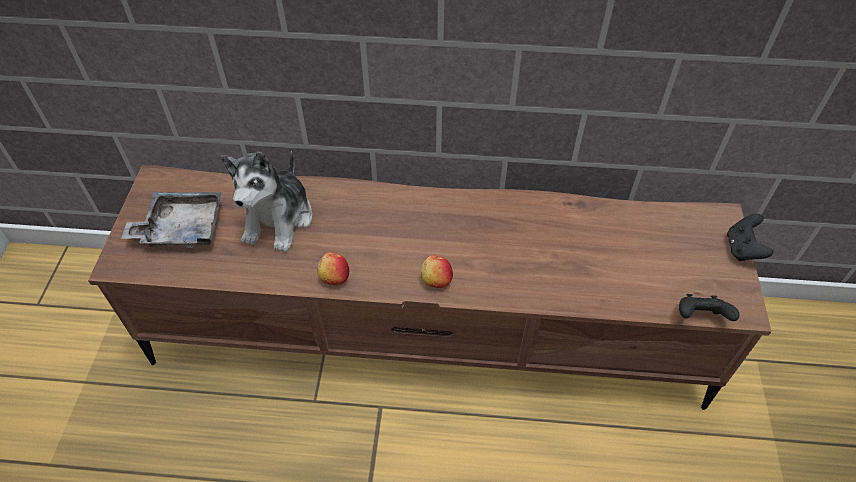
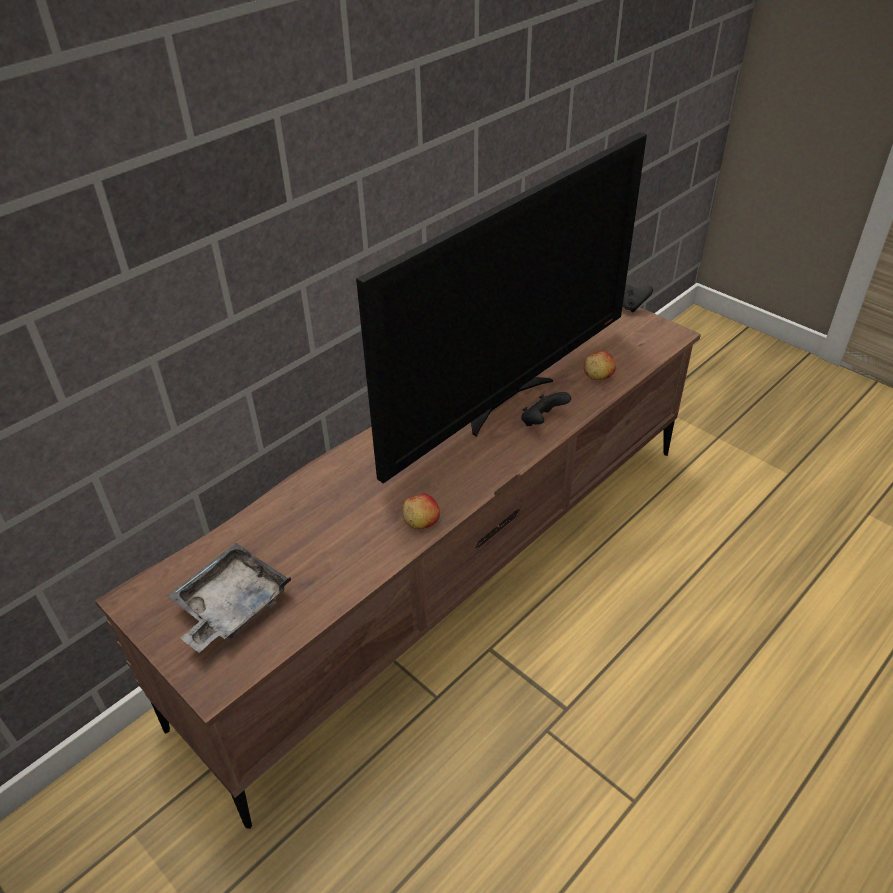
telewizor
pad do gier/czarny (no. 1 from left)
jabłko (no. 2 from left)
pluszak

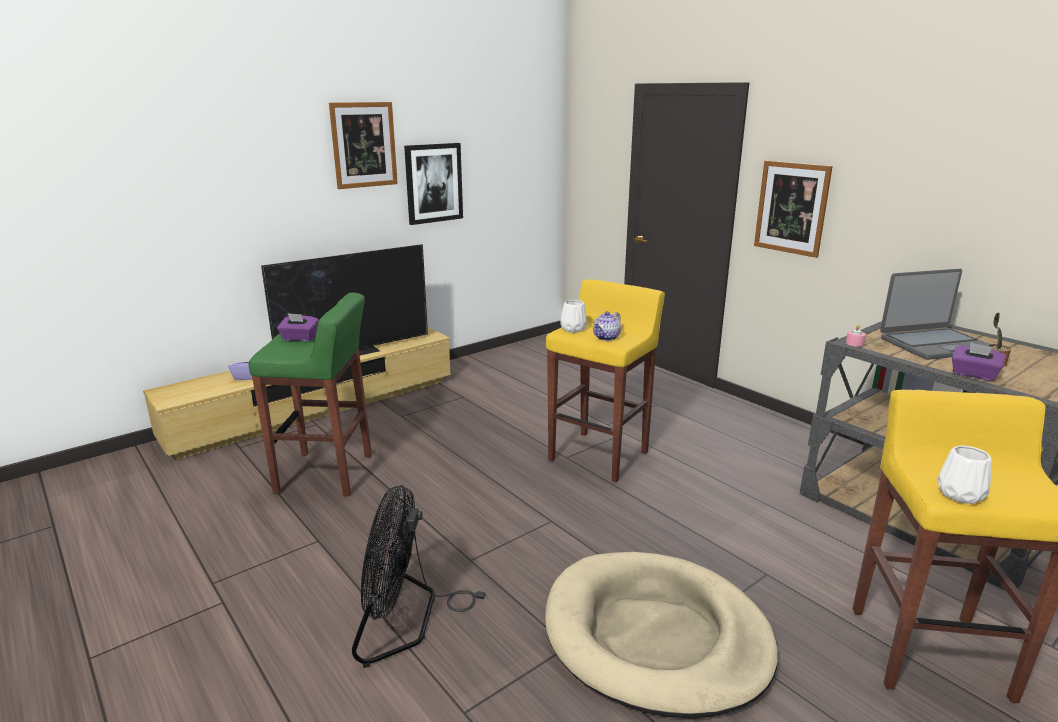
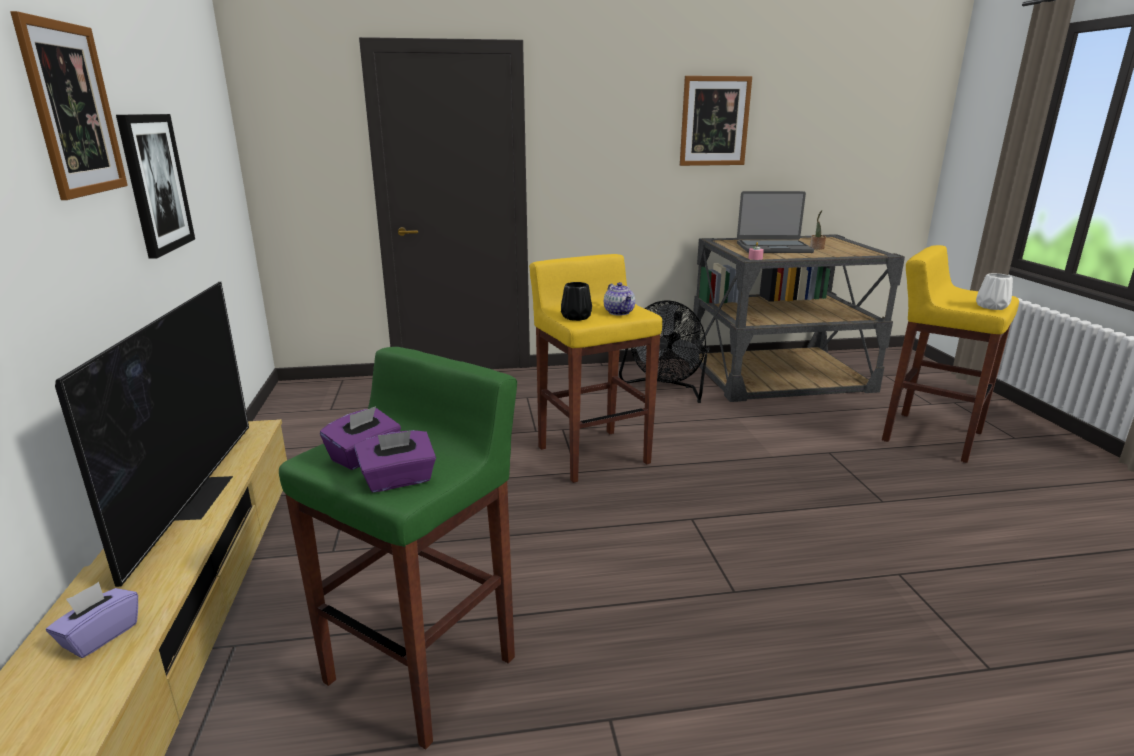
pudełko chusteczek/fioletowy (no. 3 from left)
wazon/czarny
wentylator/czarny
obraz (no. 3 from left)
laptop
legowisko/beżowy

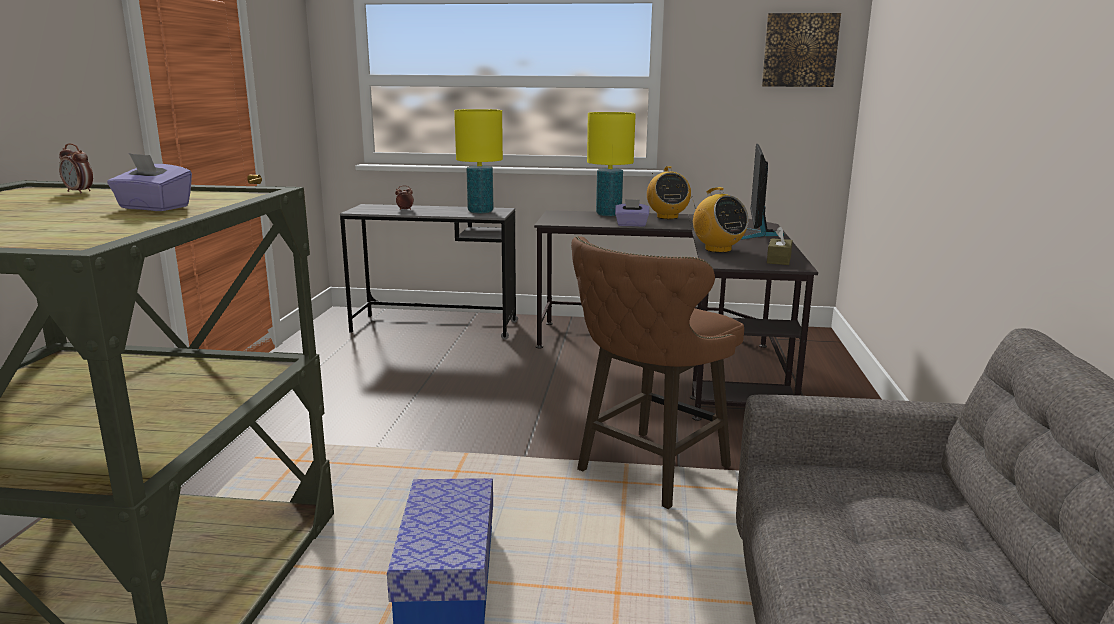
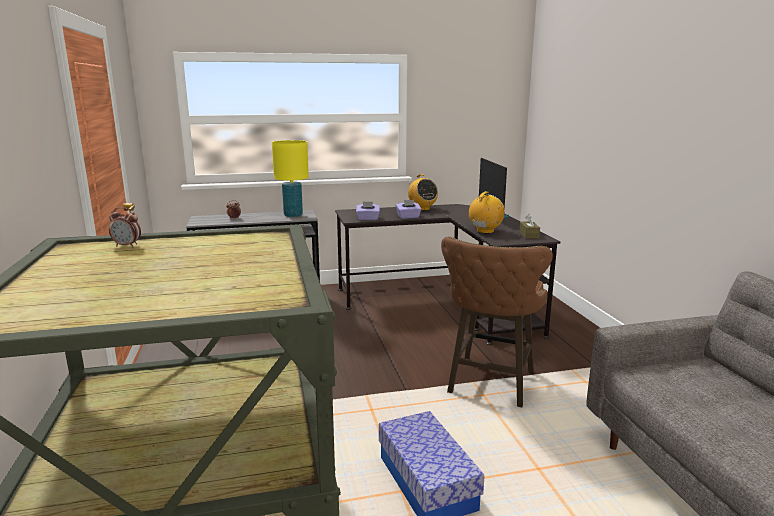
pudełko chusteczek/fioletowy (no. 1 from left)
radio (no. 2 from left)
lampa stołowa/żółty (no. 2 from left in the first image)
obraz

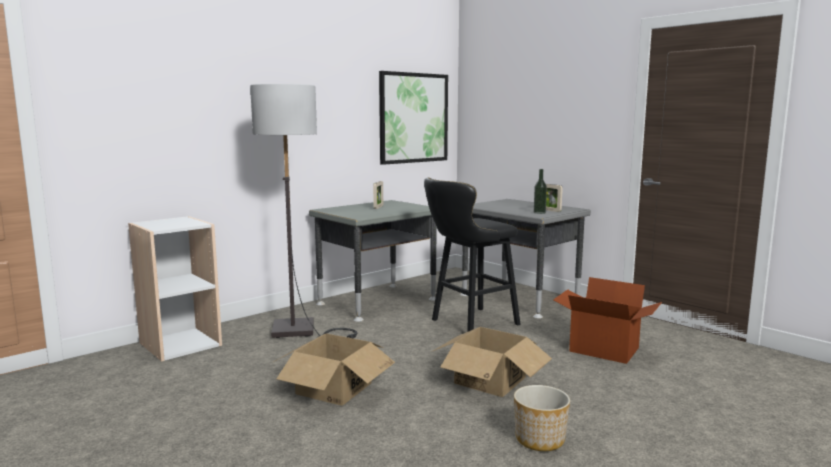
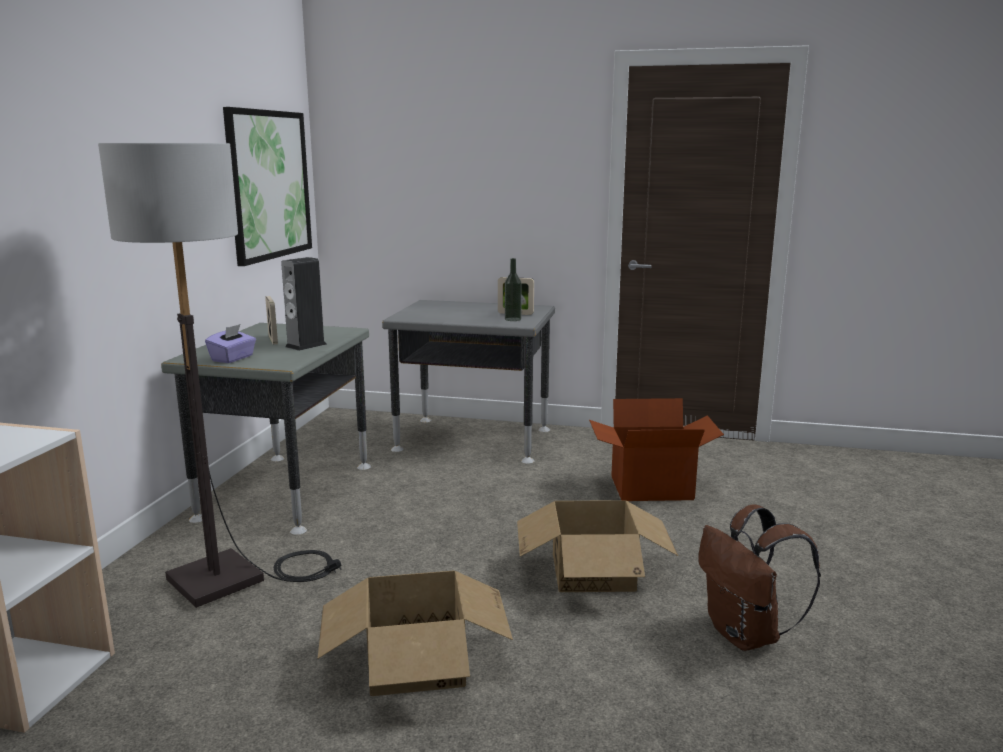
pudełko chusteczek/fioletowy
głośnik
plecak/brązowy
stołek/czarny

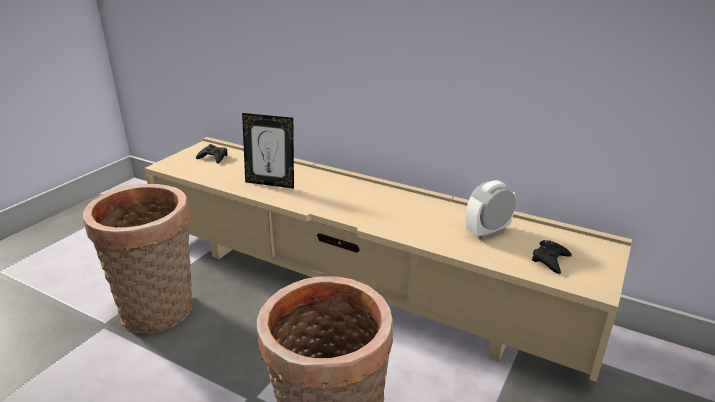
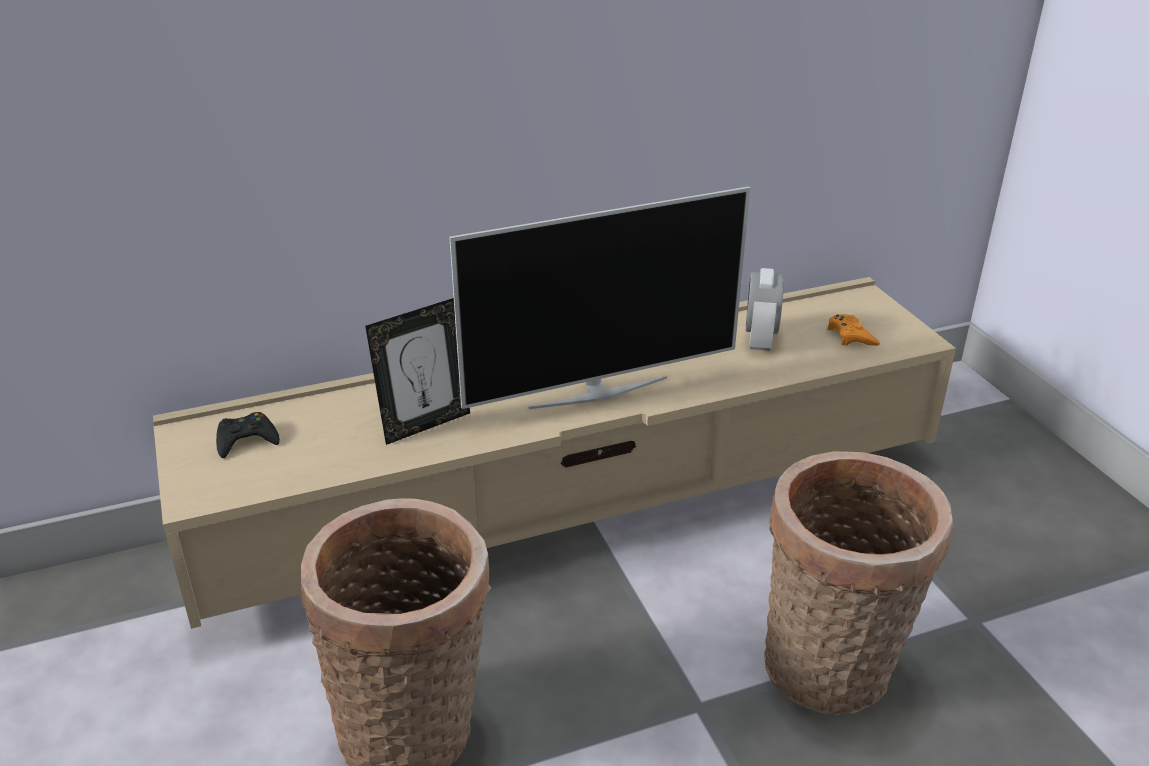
telewizor
pad do gier/pomarańczowy

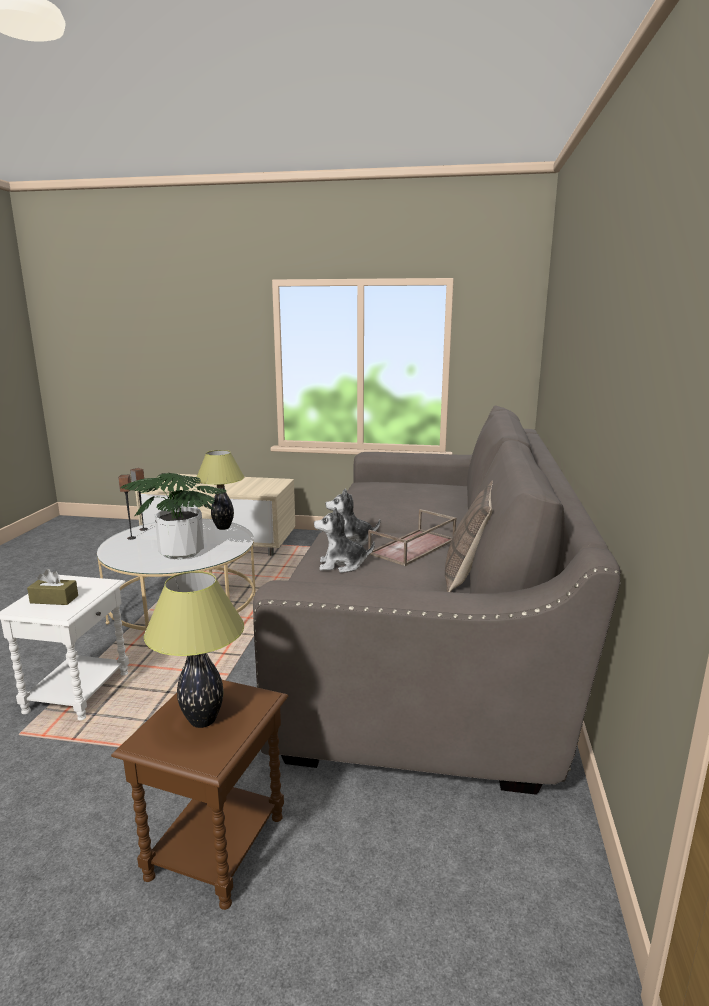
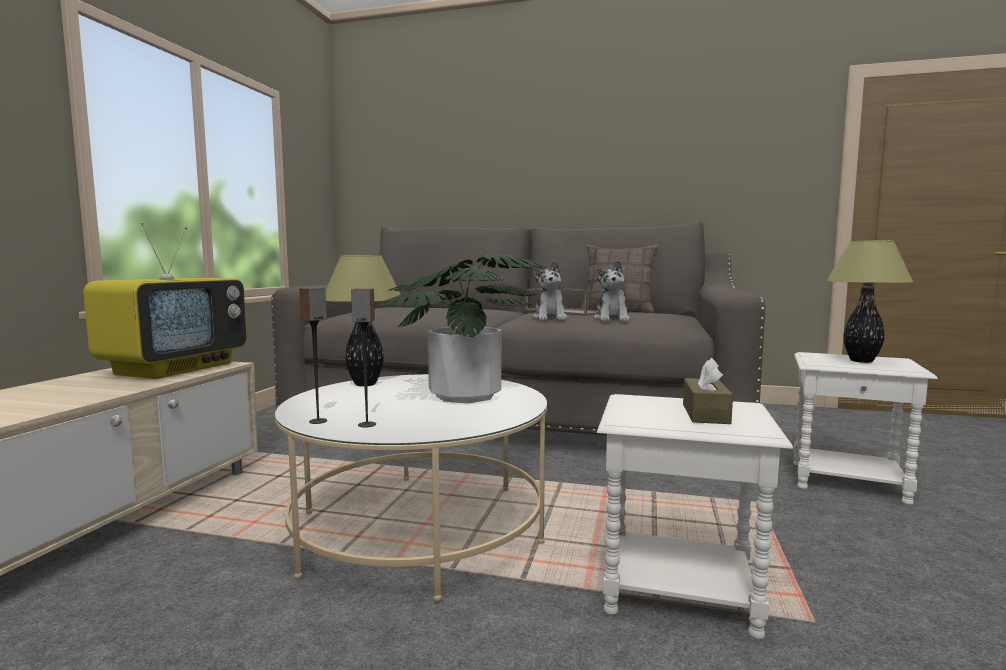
telewizor
stolik/biały (no. 2 from left)

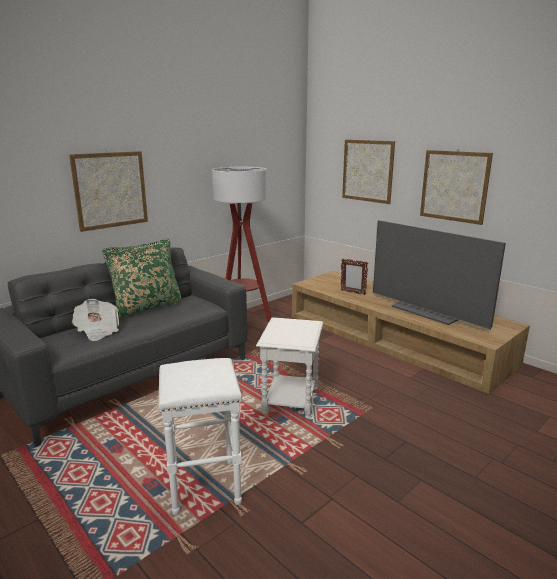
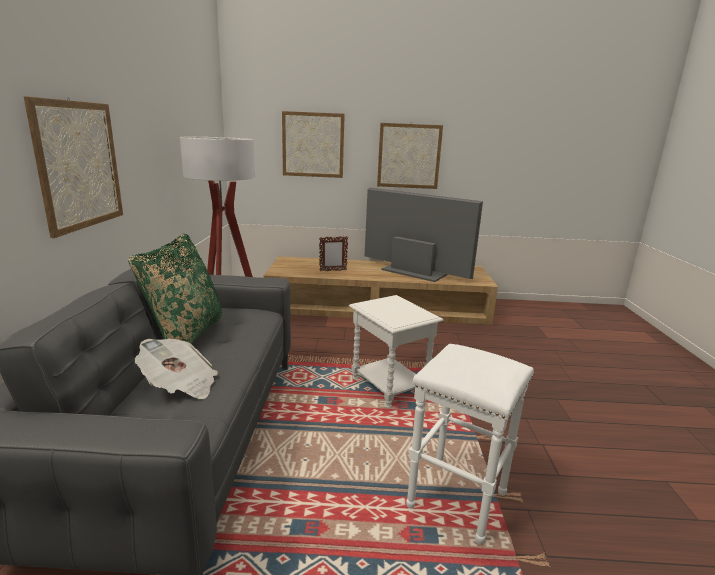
telewizor

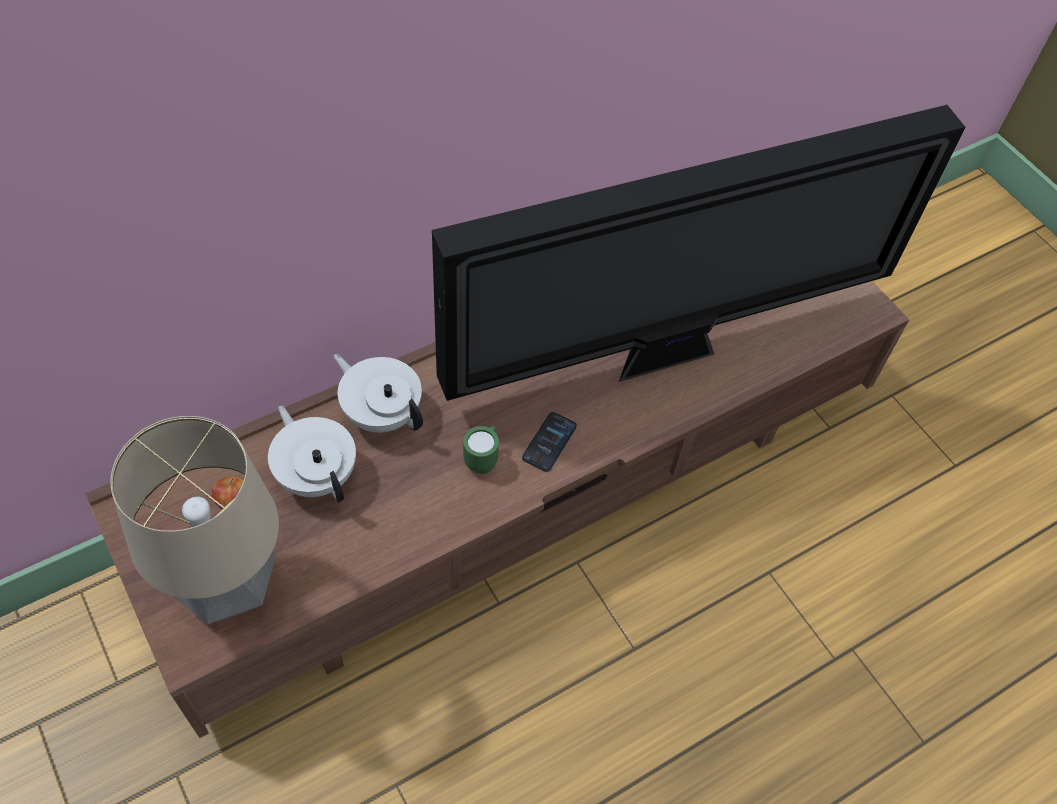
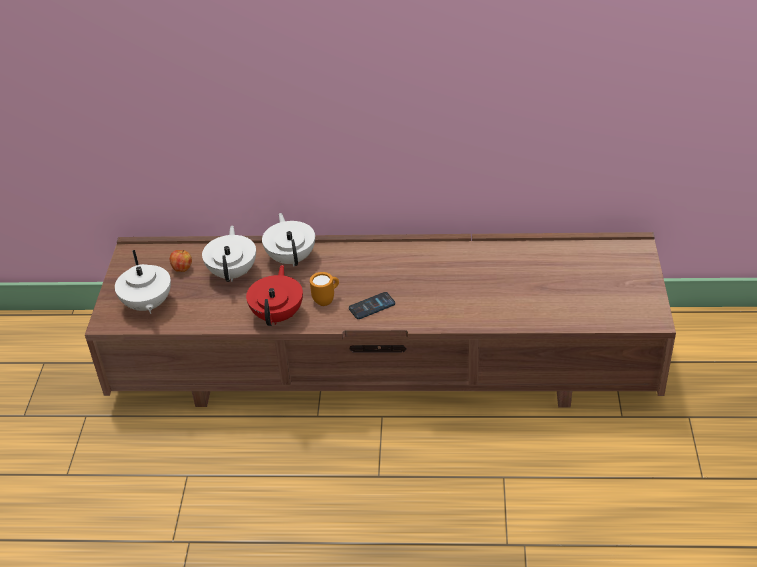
imbryk/biały (no. 1 from left)
imbryk/czerwony
kubek/pomarańczowy
telewizor

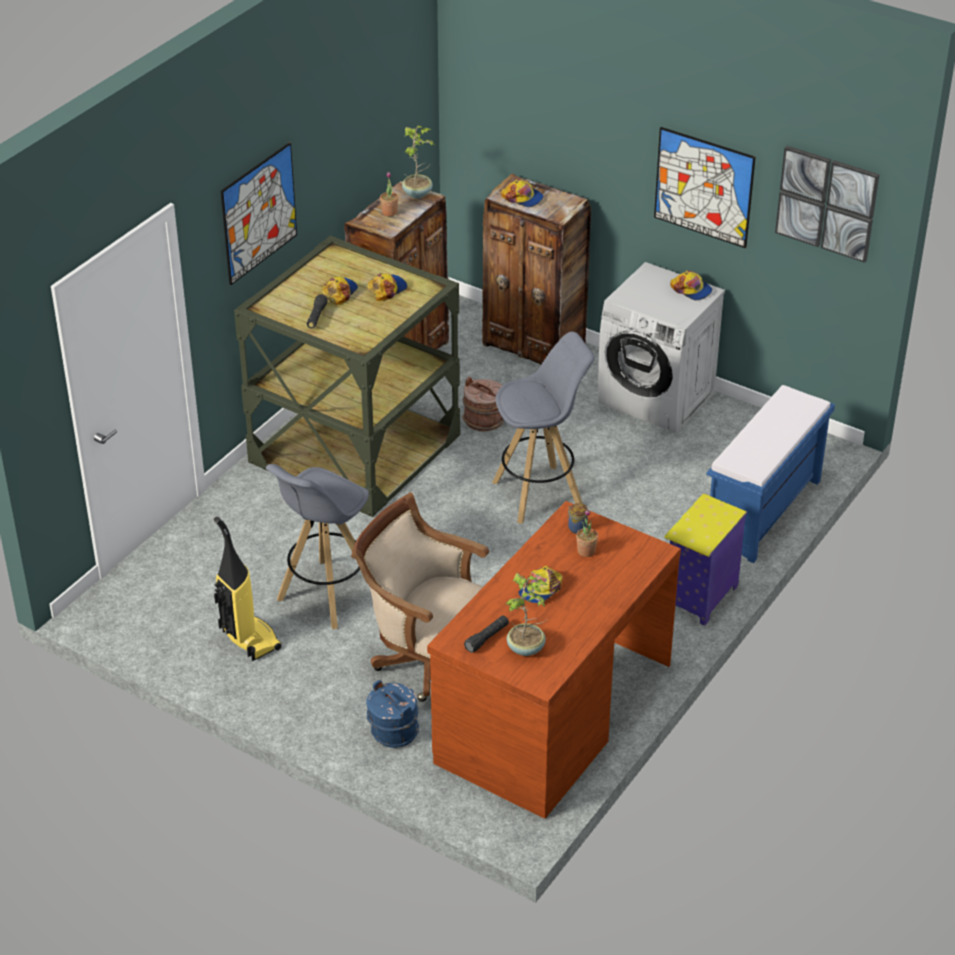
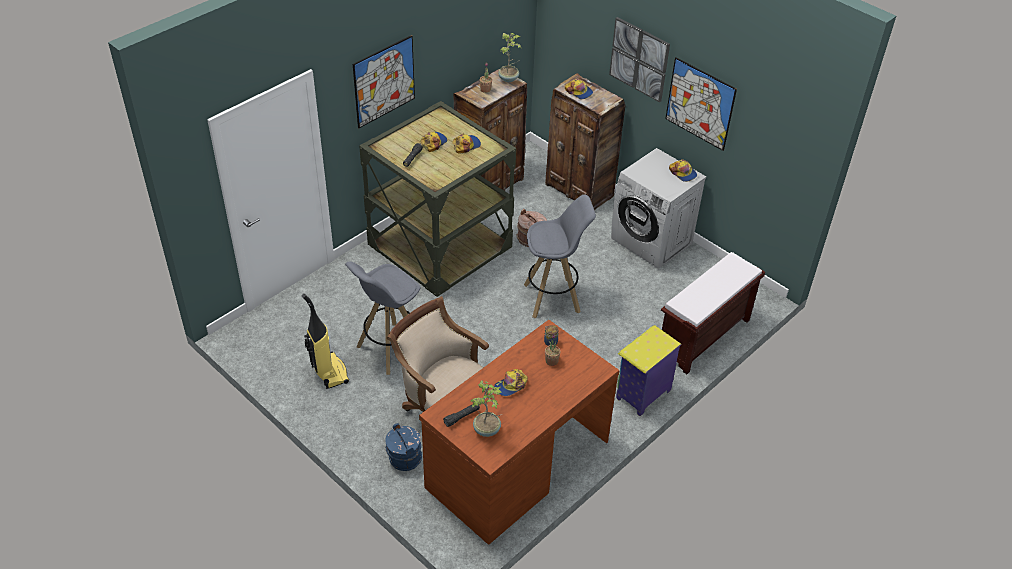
obraz (no. 2 from left)
ławka/brązowy

